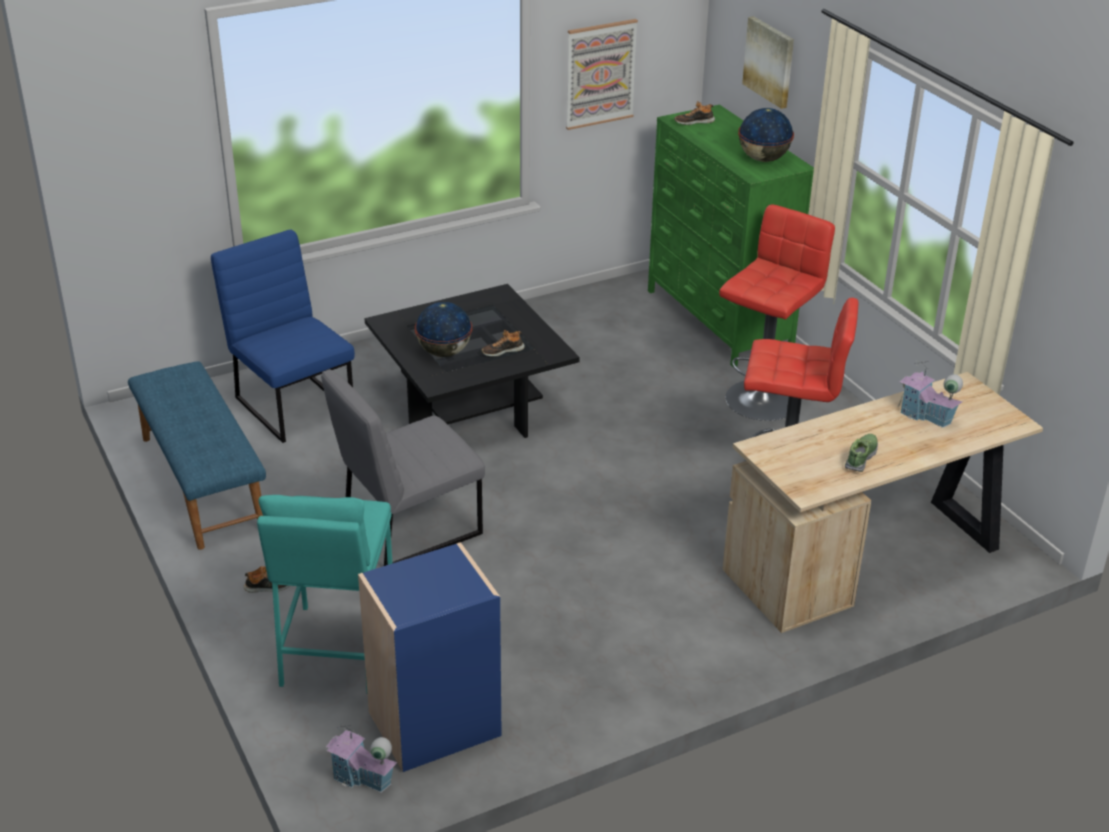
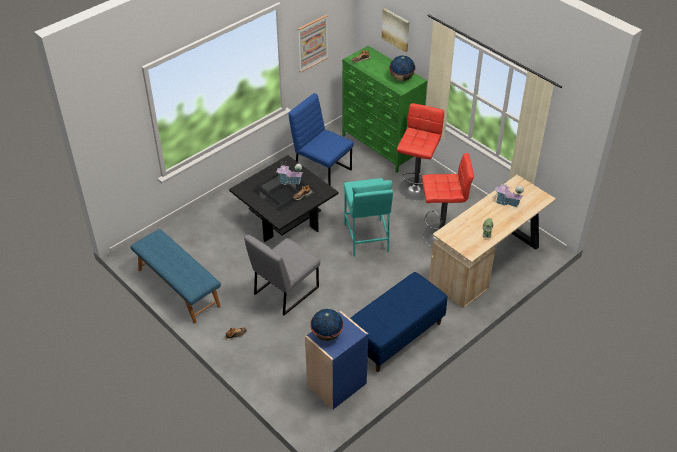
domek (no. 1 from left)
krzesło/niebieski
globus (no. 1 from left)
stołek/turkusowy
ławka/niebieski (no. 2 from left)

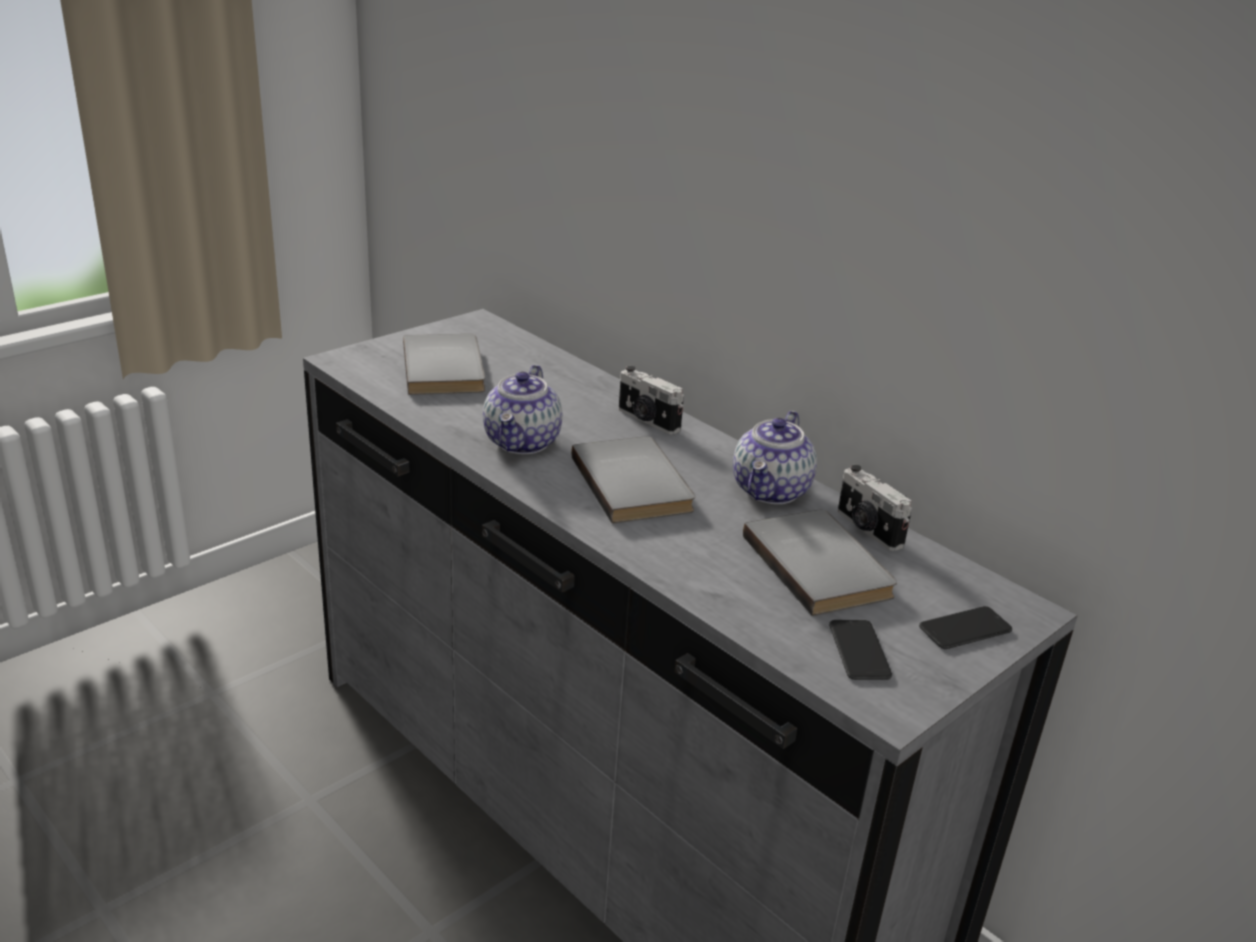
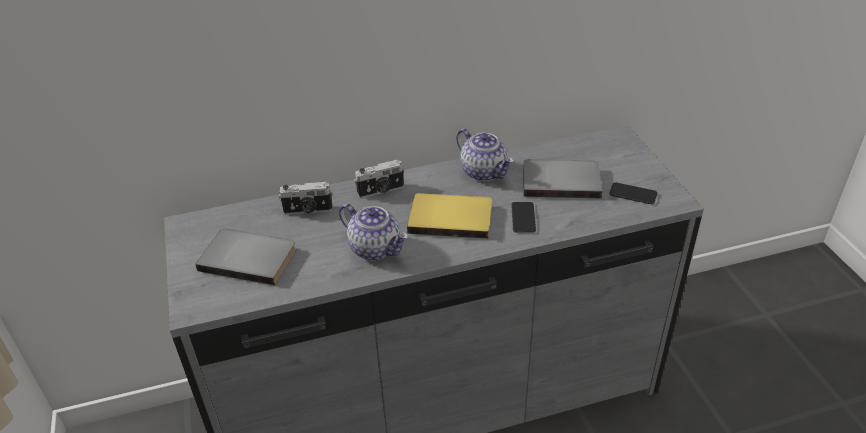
aparat fotograficzny (no. 1 from left)
książka/żółty
telefon (no. 1 from left)

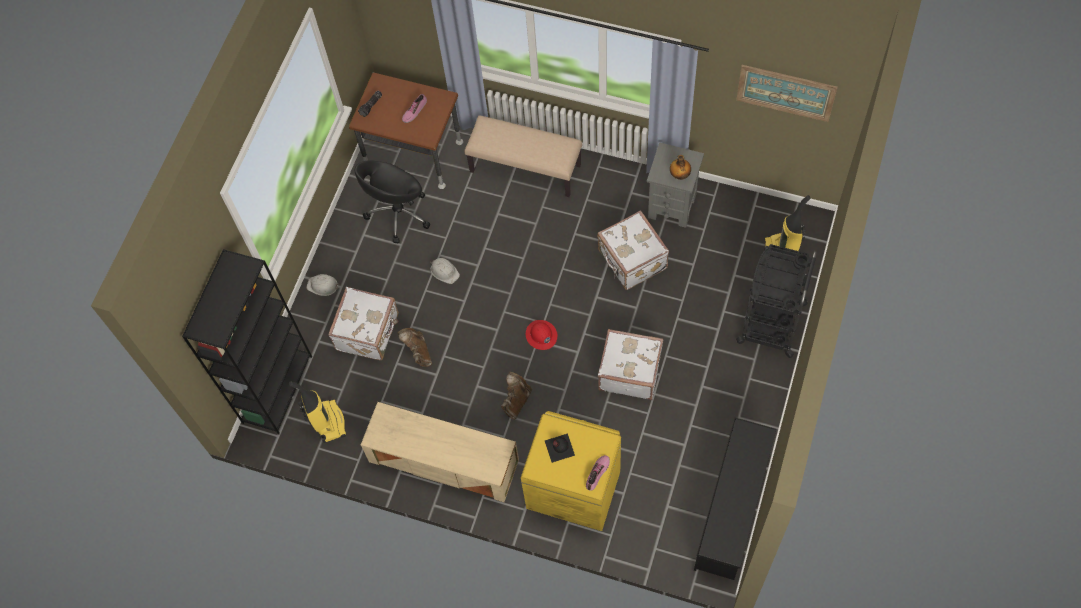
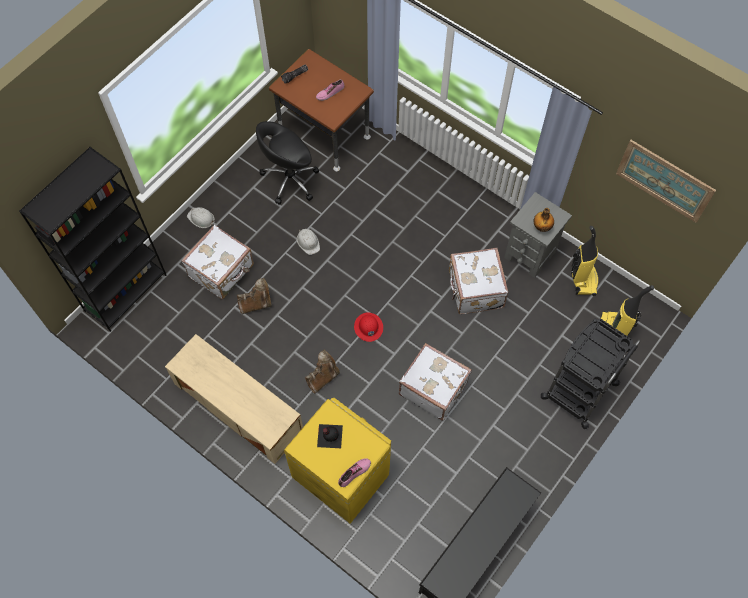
but z cholewką/brązowy (no. 1 from left)
odkurzacz (no. 1 from left)
ławka/beżowy (no. 2 from left in the first image)

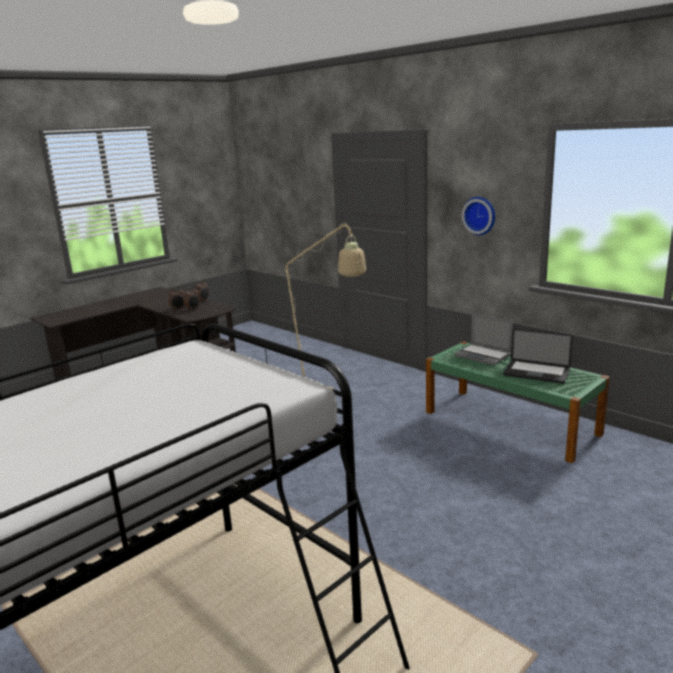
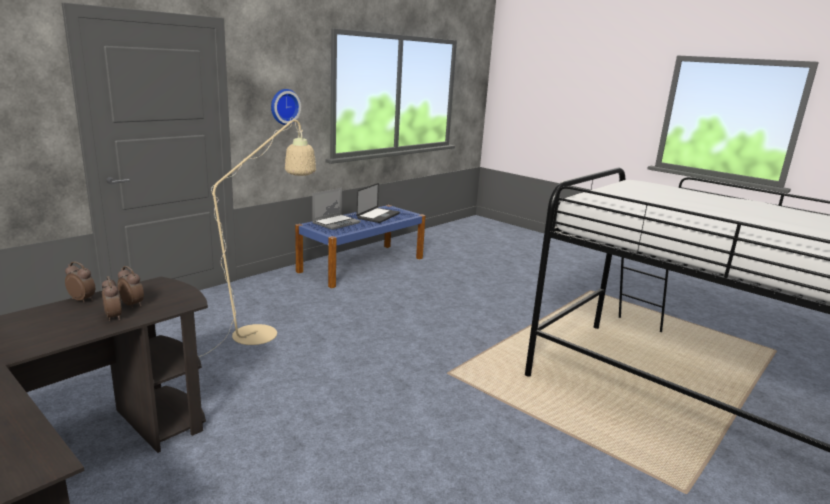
ławka/niebieski

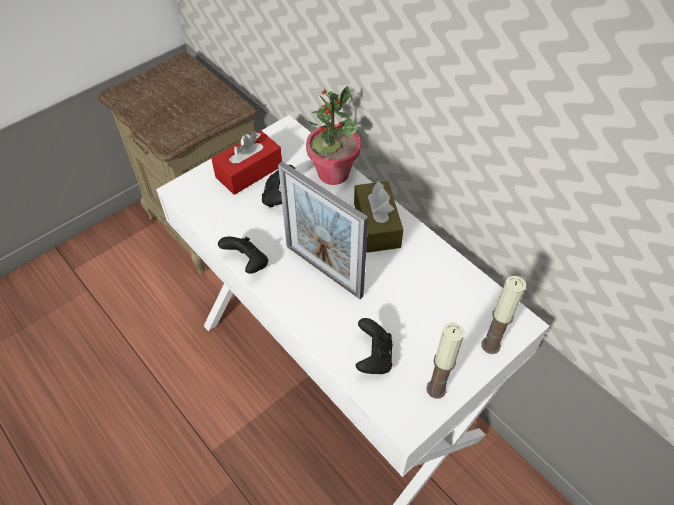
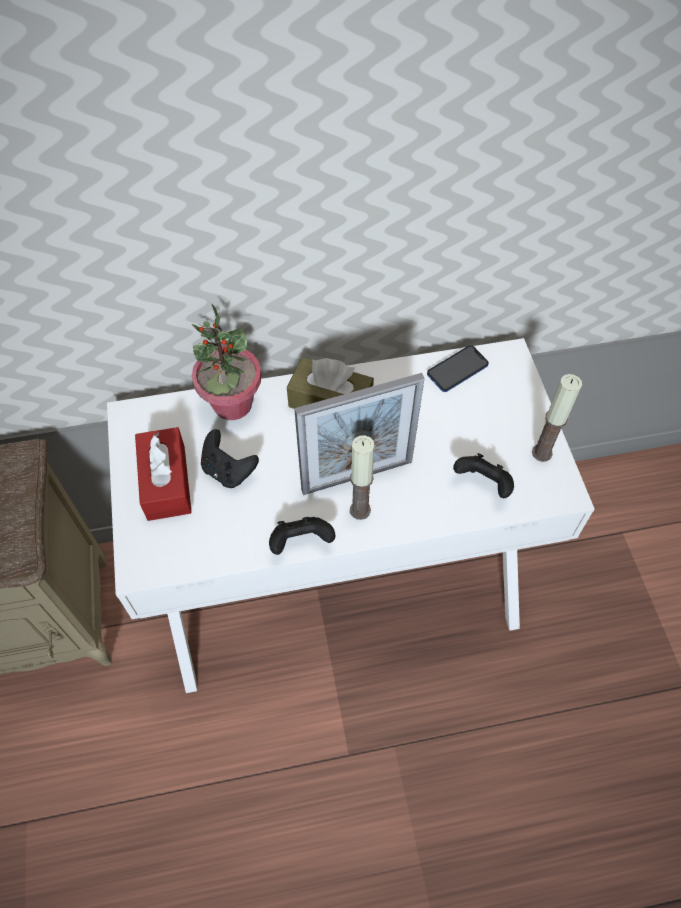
świeca (no. 1 from left)
telefon

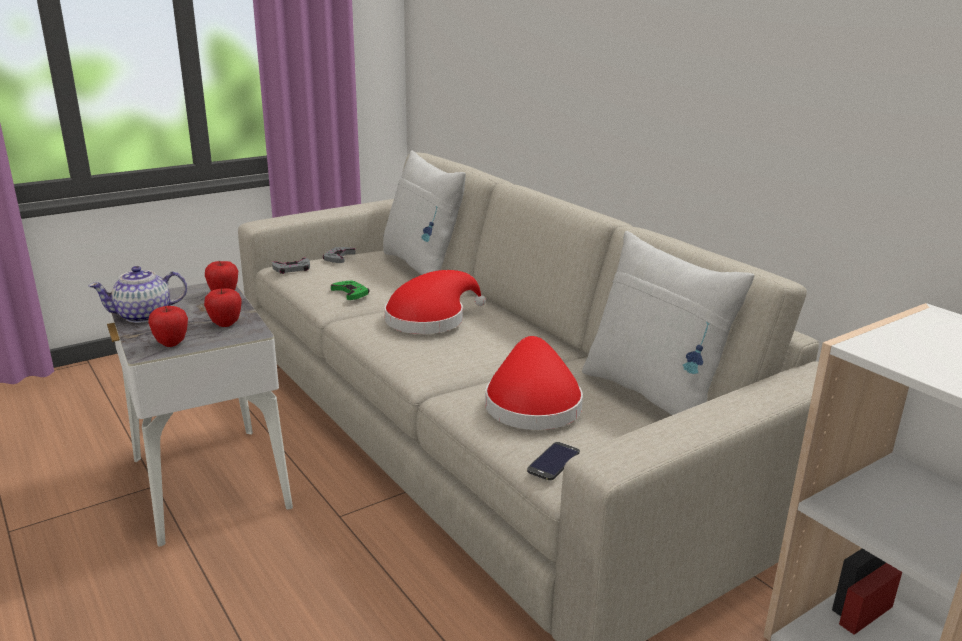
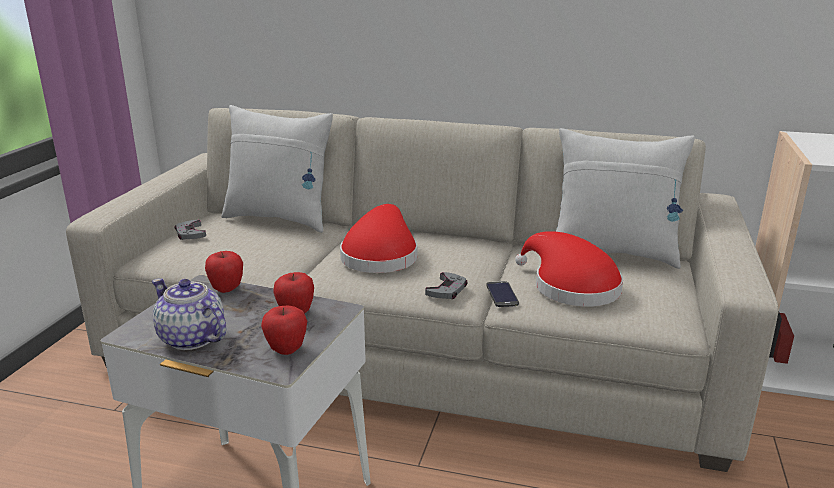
imbryk
pad do gier/szary (no. 2 from left)
telefon
pad do gier/zielony

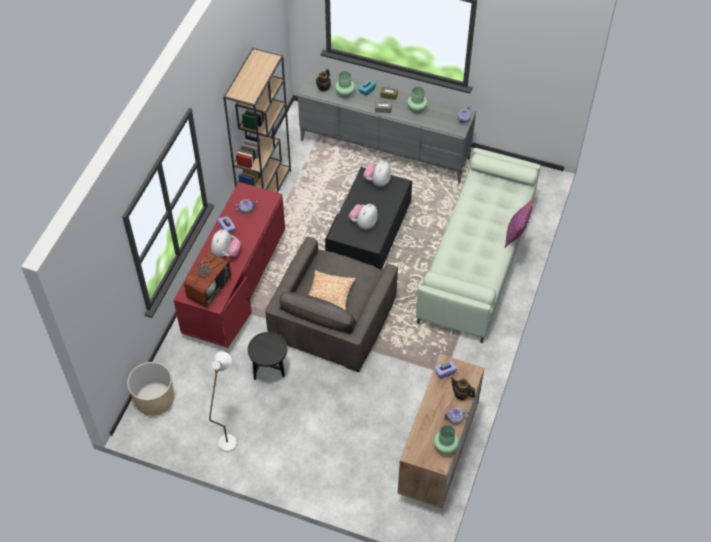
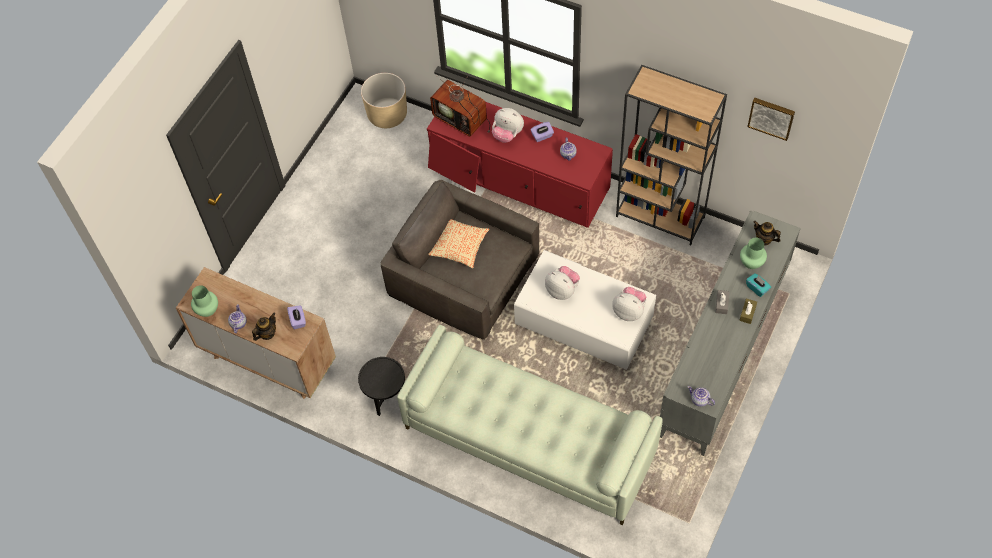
stolik/czarny
ława/biały
obraz
lampa stojąca/biały
wazon/zielony (no. 2 from left in the first image)
poduszka/fioletowy

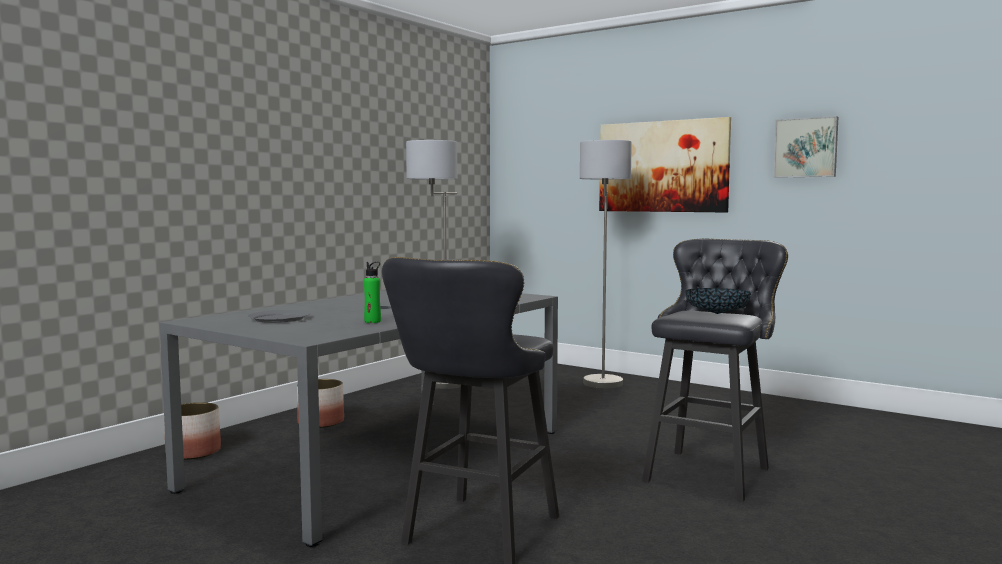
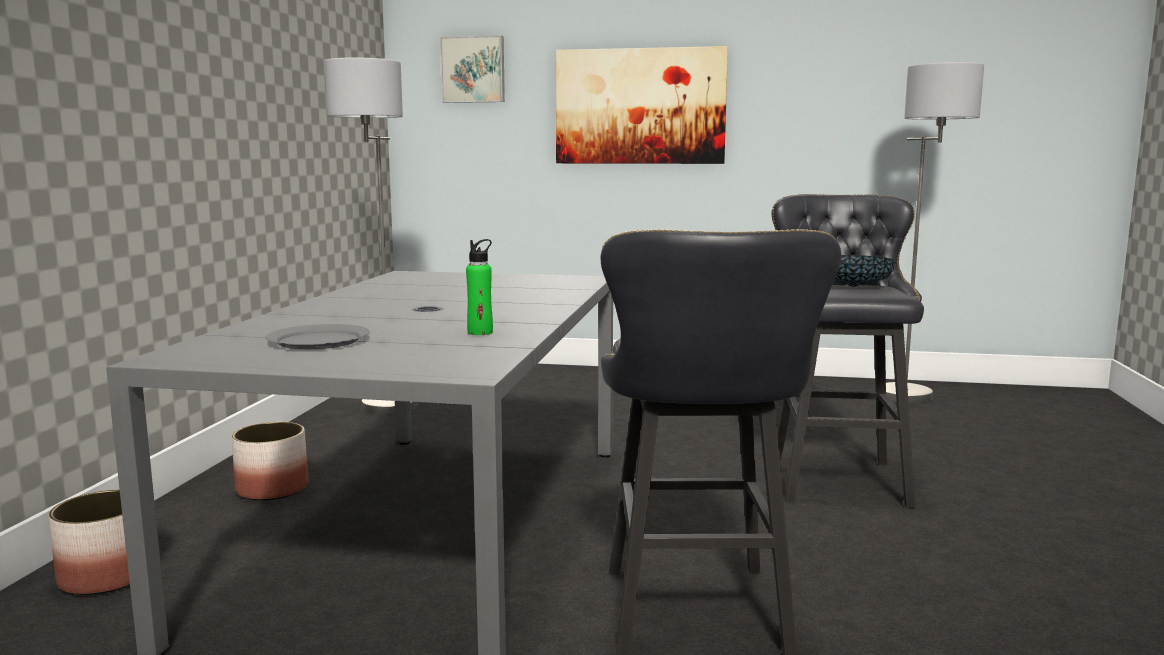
obraz (no. 1 from left)
lampa stojąca/szary (no. 2 from left)

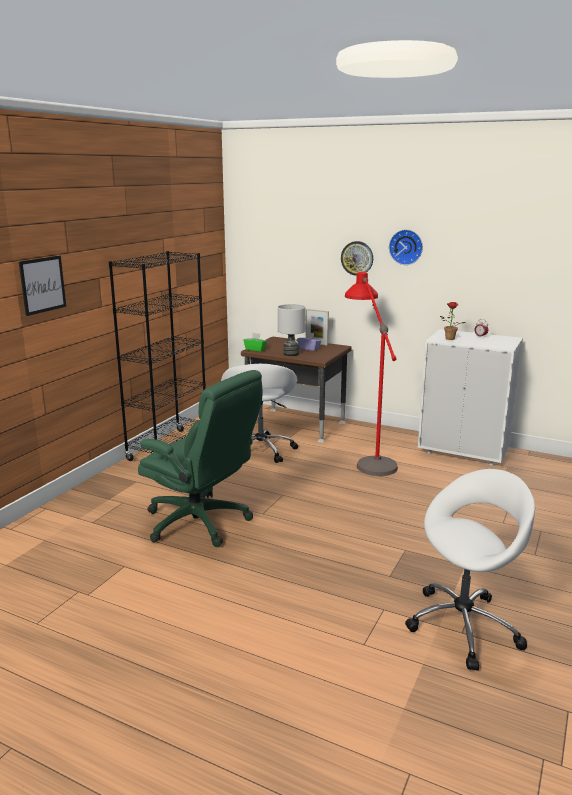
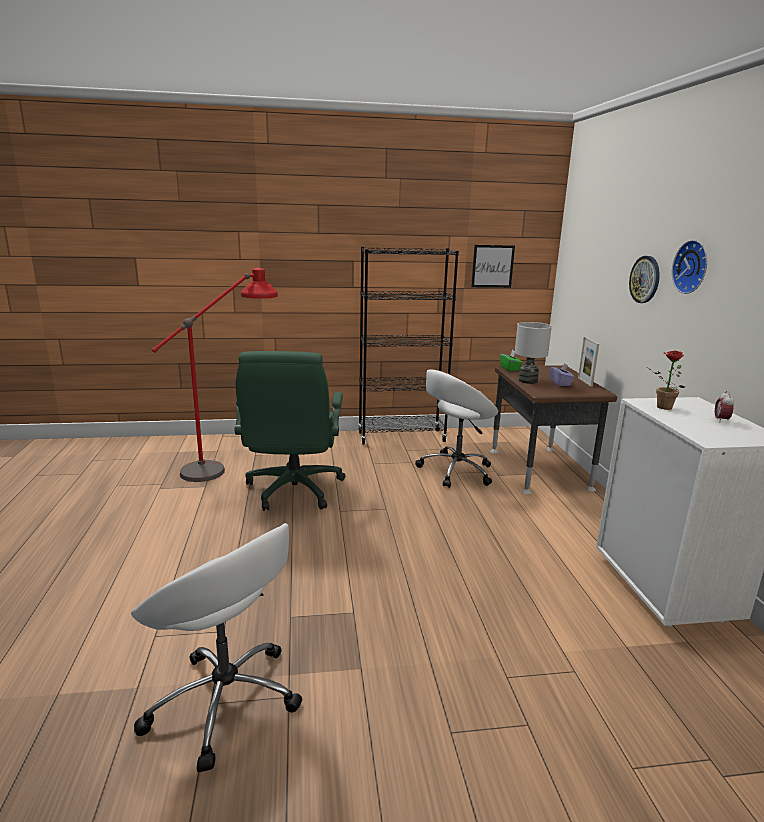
lampa stojąca/czerwony
obraz

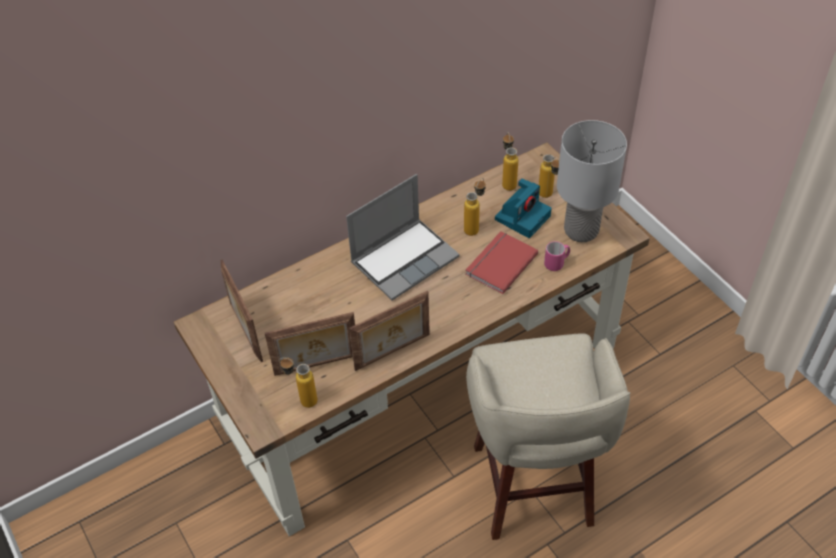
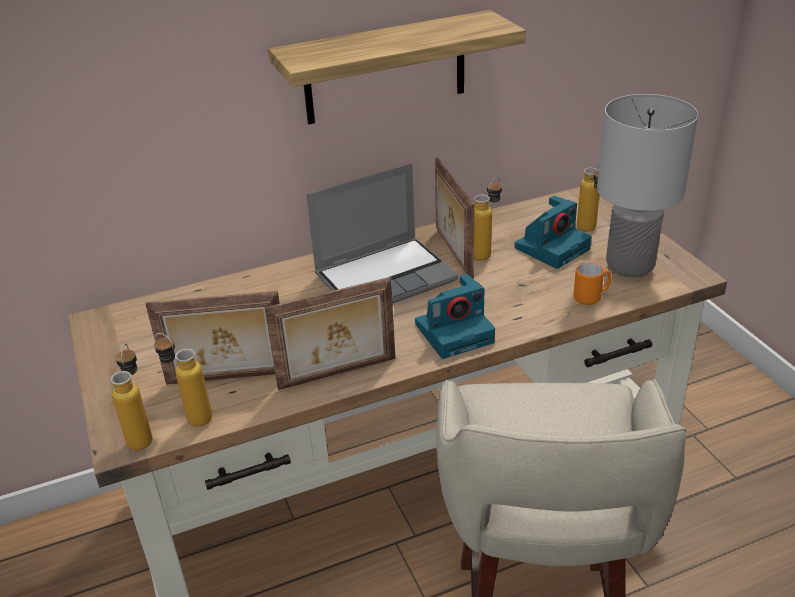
butelka (no. 1 from left)
półka
aparat fotograficzny (no. 1 from left)
ramka na zdjęcie (no. 3 from left)
kubek/pomarańczowy
książka/czerwony

